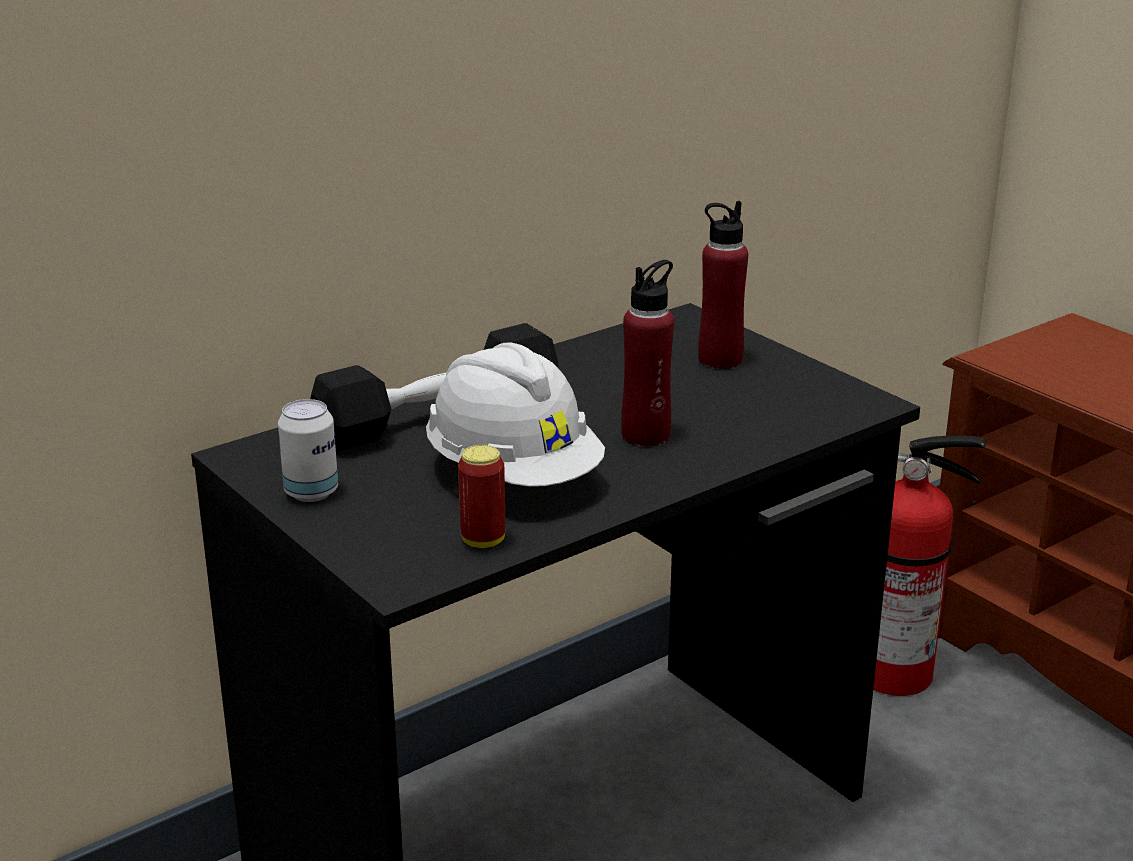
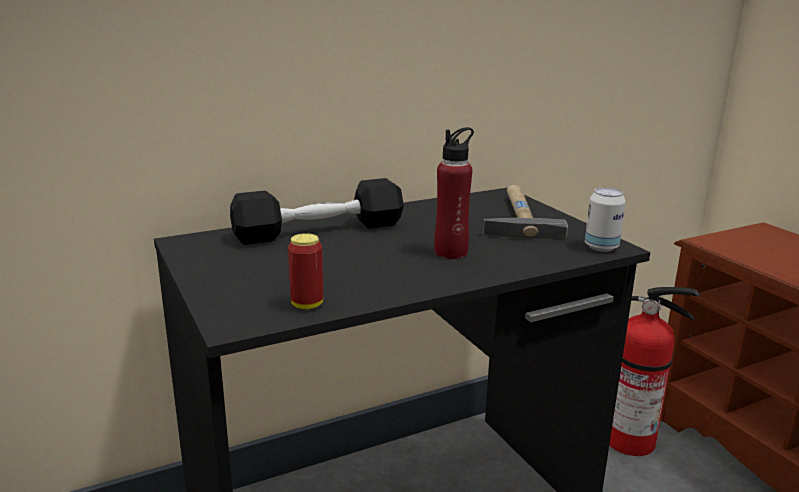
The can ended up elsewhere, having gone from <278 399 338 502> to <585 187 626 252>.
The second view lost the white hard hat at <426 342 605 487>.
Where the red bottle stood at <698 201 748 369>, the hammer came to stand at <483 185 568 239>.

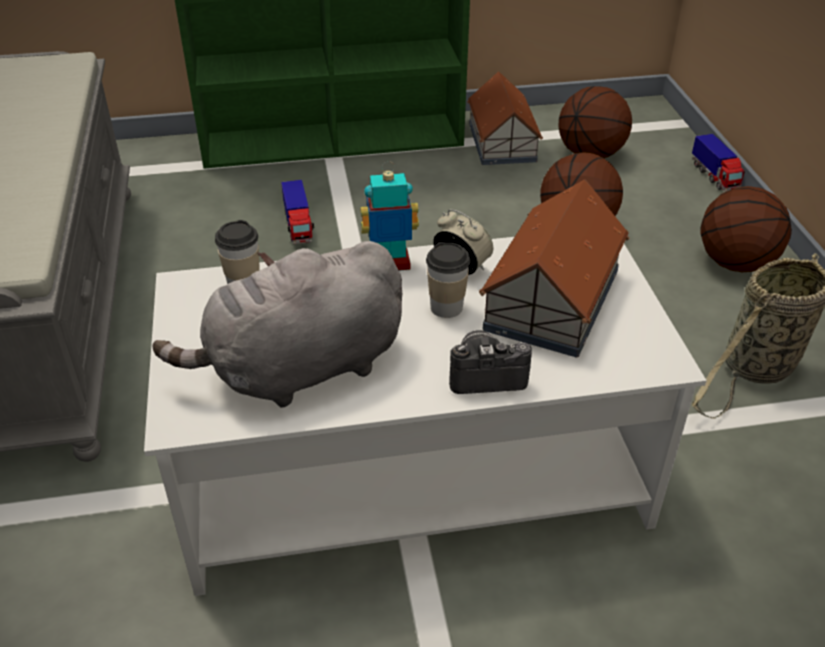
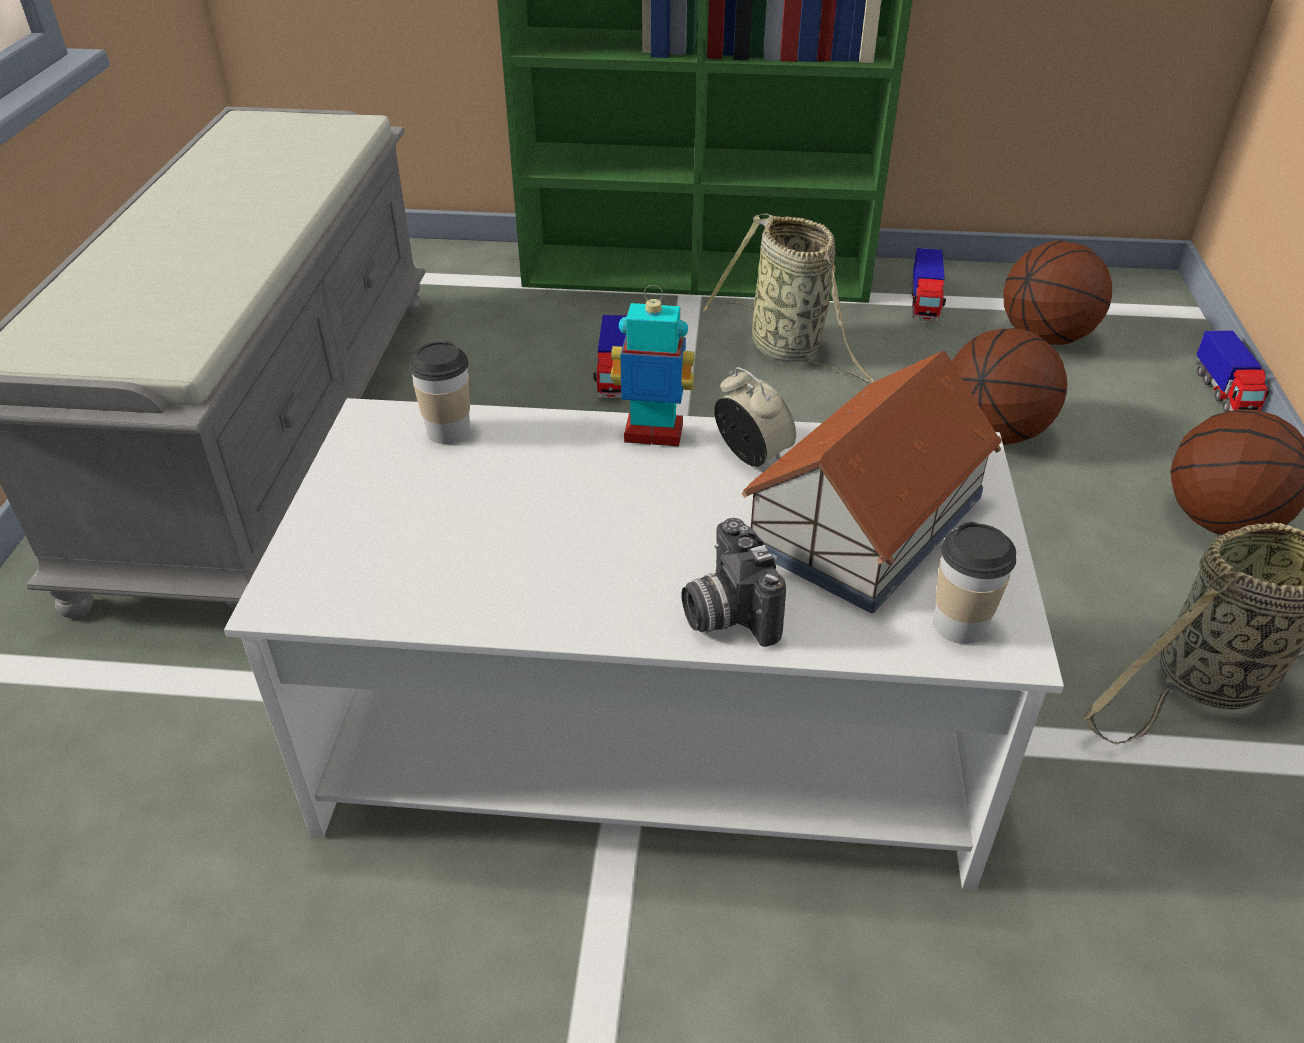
The second view lost the grey plush toy at <152 241 402 408>.
The cup ended up elsewhere, having gone from <426 242 470 318> to <933 522 1016 644>.
The photo camera at <449 330 532 394> ended up facing another way, 120 degrees counterclockwise from before.
Where the toy house stood at <467 71 543 165>, the toy truck came to stand at <911 248 946 321>.
The second view gained the basket at <703 213 875 383>.

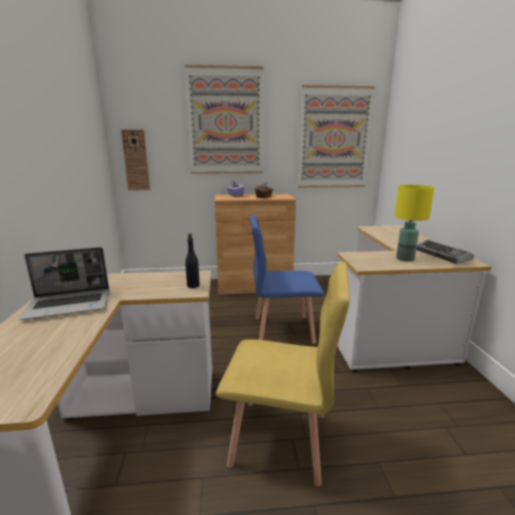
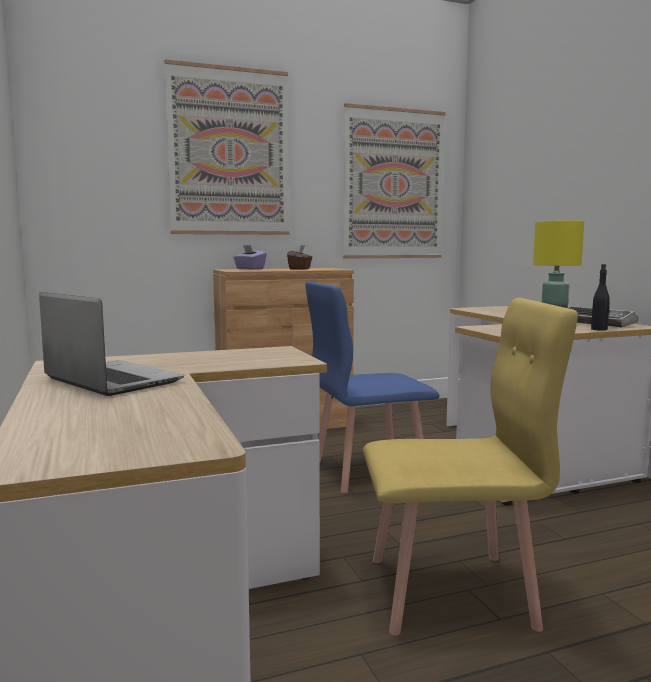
The laptop at <19 247 109 320> ended up facing another way, 105 degrees counterclockwise from before.
The second view lost the wall clock at <121 129 150 190>.
The black bottle ended up elsewhere, having gone from <185 234 200 288> to <591 264 610 331>.

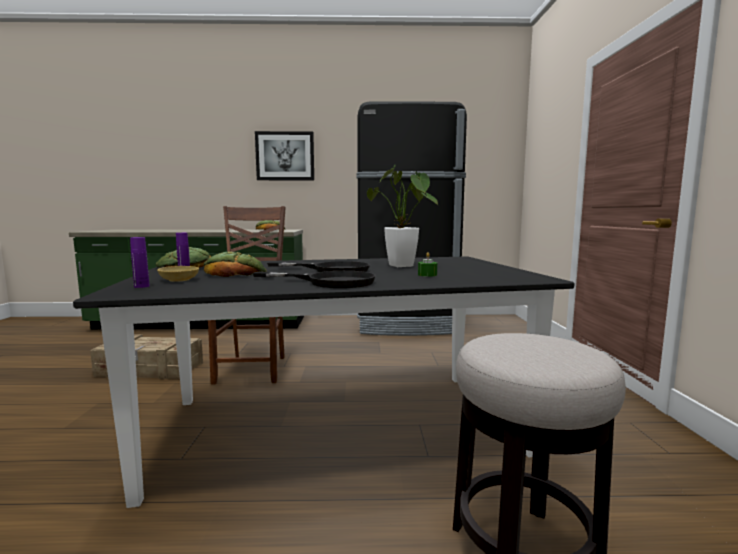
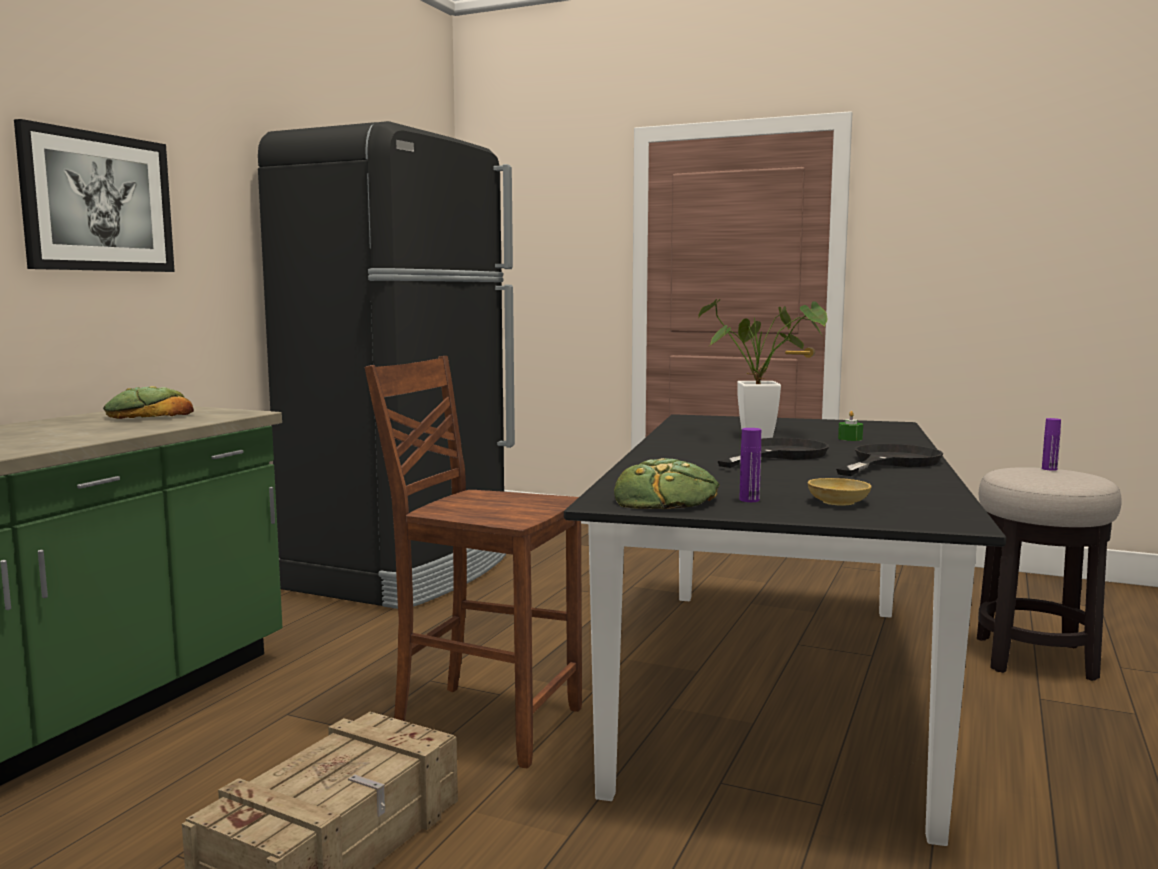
The purple bottle ended up elsewhere, having gone from <130 237 149 288> to <1042 418 1061 471>.
The second view lost the bread at <204 252 267 277>.

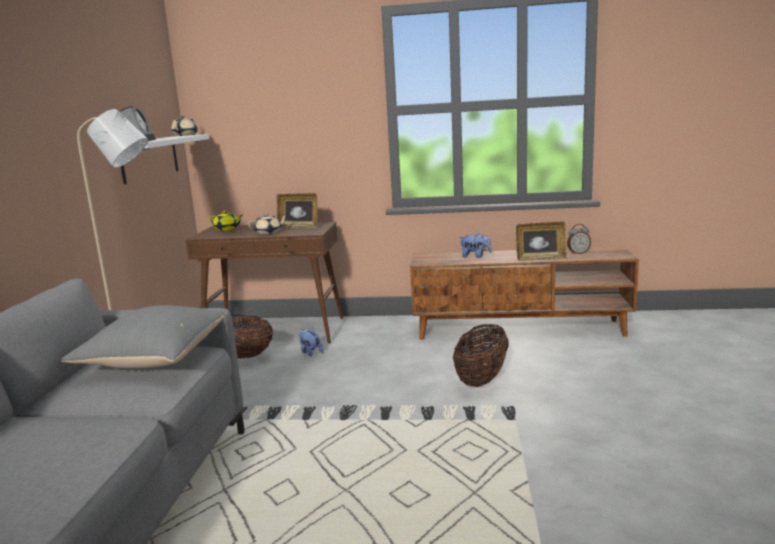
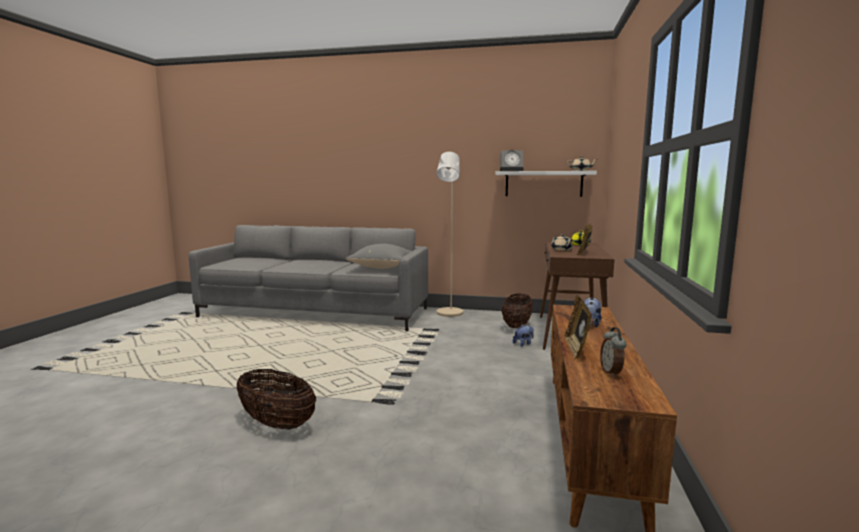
The basket ended up elsewhere, having gone from <453 324 509 387> to <236 369 316 429>.

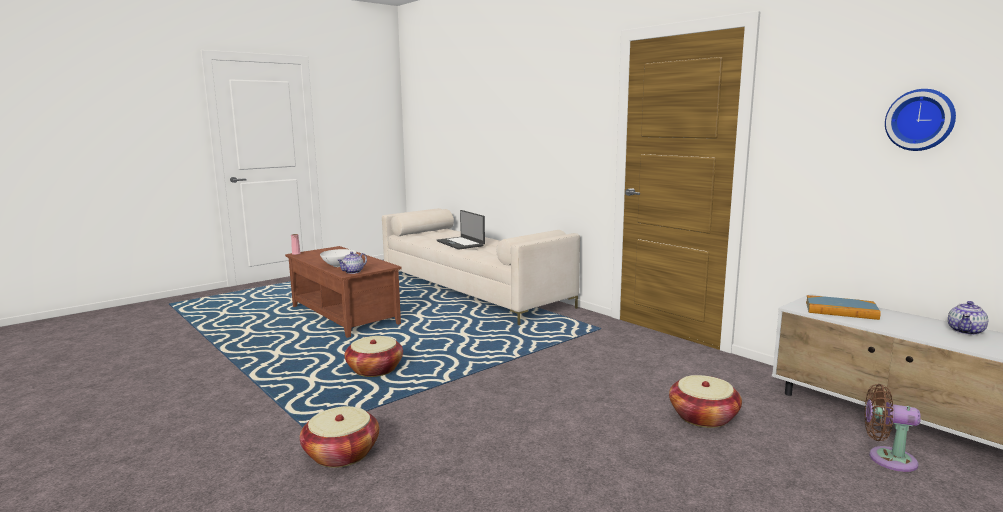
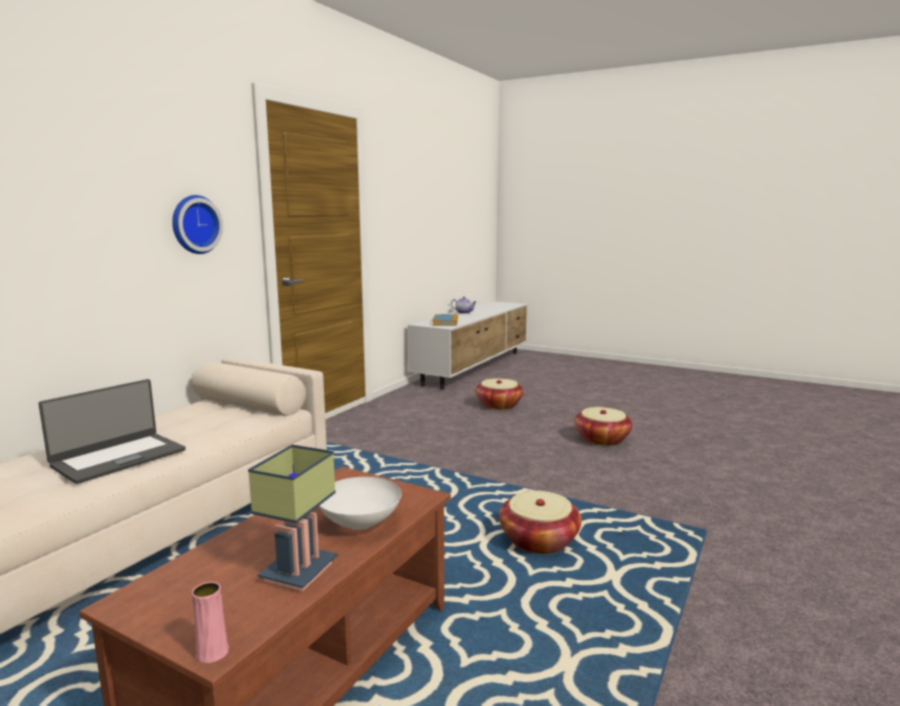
The basket ended up elsewhere, having gone from <300 406 379 468> to <574 407 632 446>.
The second view lost the teapot at <337 252 367 274>.
The second view lost the brown fan at <865 384 921 472>.
The wall clock ended up elsewhere, having gone from <885 89 956 151> to <172 195 223 254>.
The second view gained the table lamp at <248 445 338 591>.

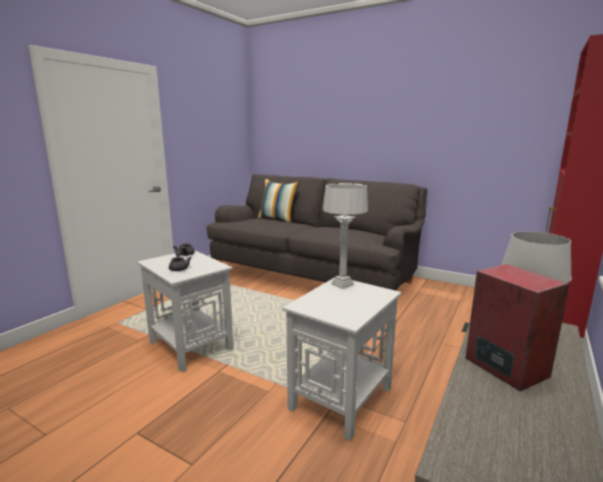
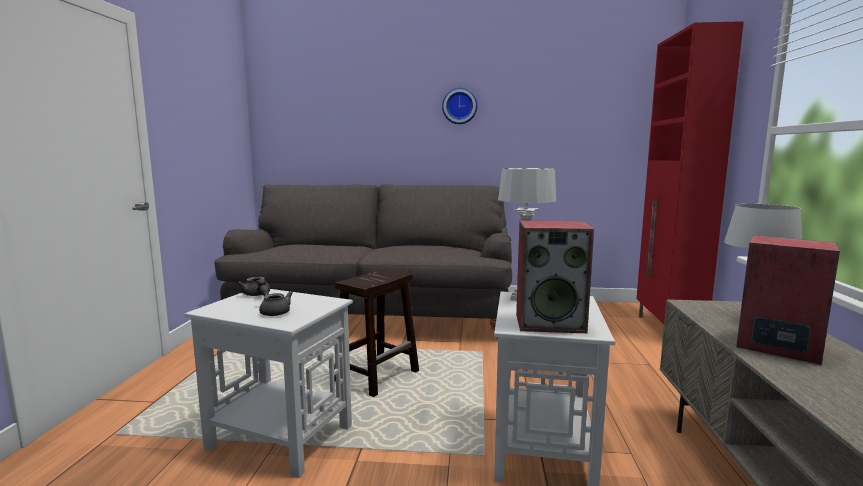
The second view lost the pillow at <258 179 299 223>.
The second view gained the brown stool at <334 269 419 397>.
The second view gained the wall clock at <442 88 477 124>.
The second view gained the speaker at <516 221 594 333>.

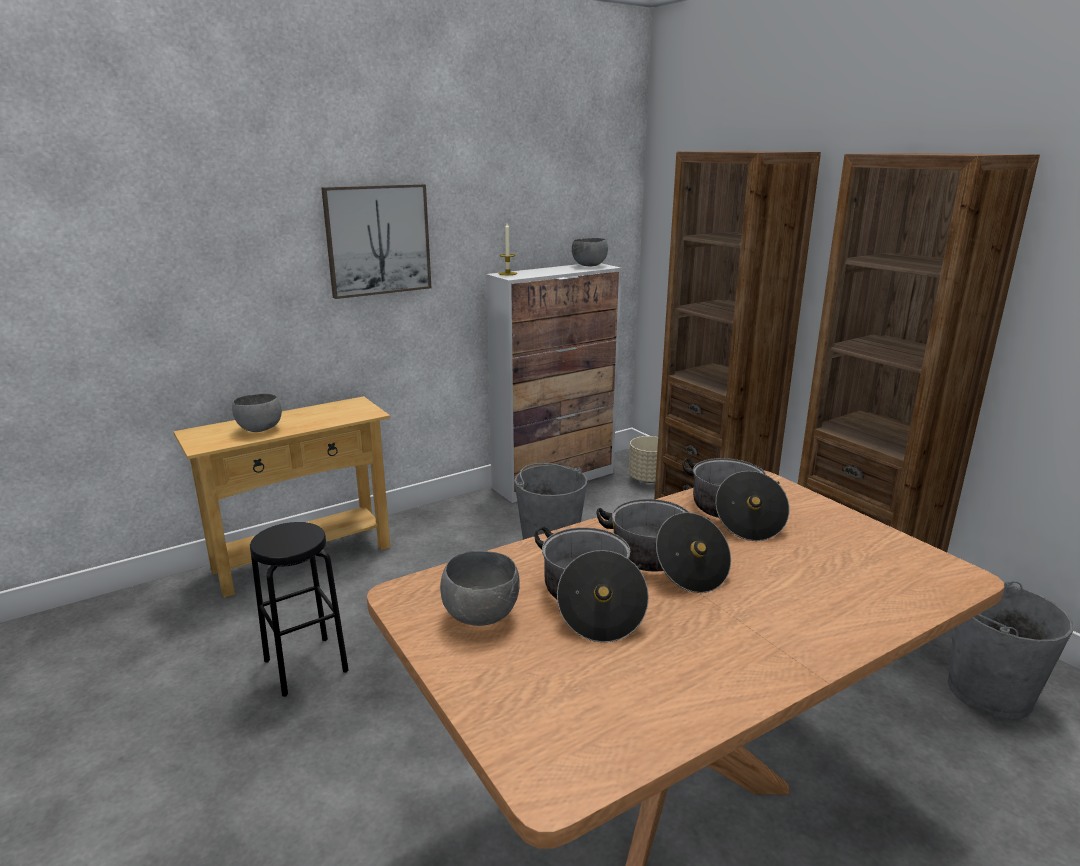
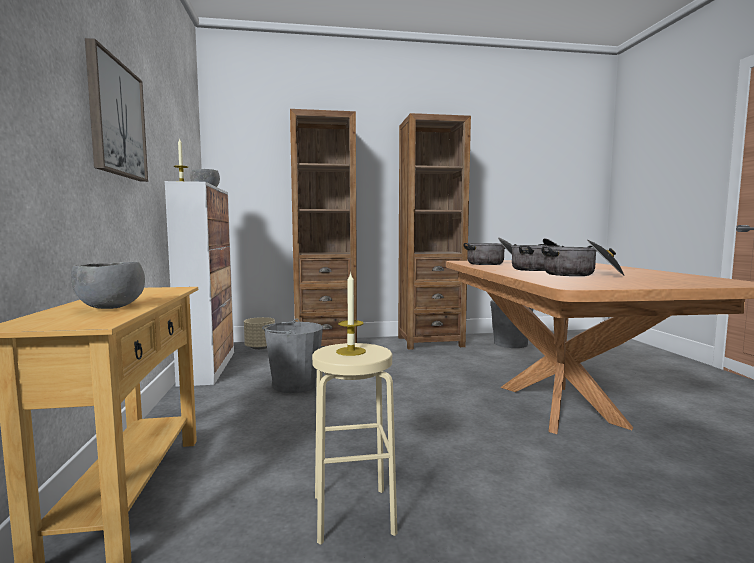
What was the black stool at <250 522 349 697> turned into the beige stool at <312 343 397 545>.
The second view lost the grey bowl at <440 551 519 626>.
The second view gained the candle at <336 272 366 356>.

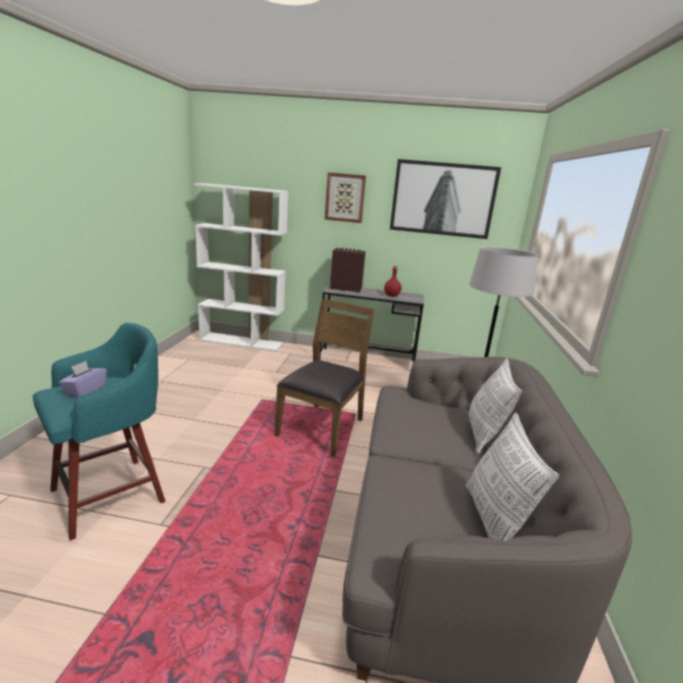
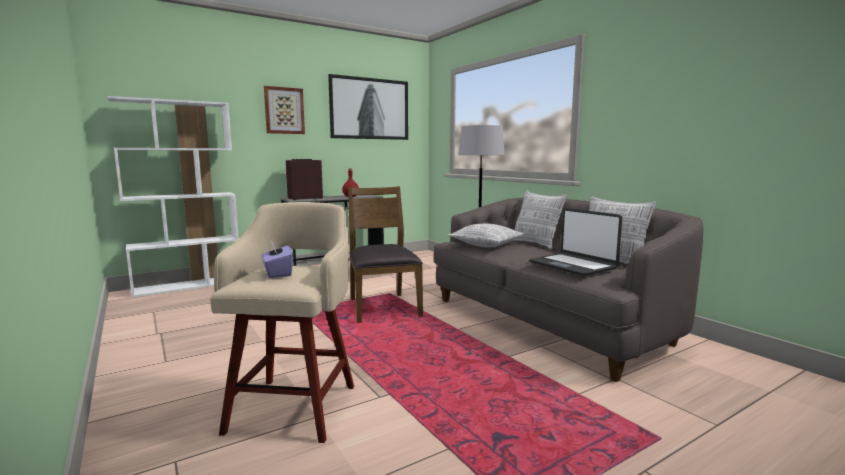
What was the turquoise stool at <33 323 165 541> turned into the beige stool at <210 202 354 443>.
The second view gained the pillow at <447 224 525 247>.
The second view gained the laptop at <529 208 622 276>.

